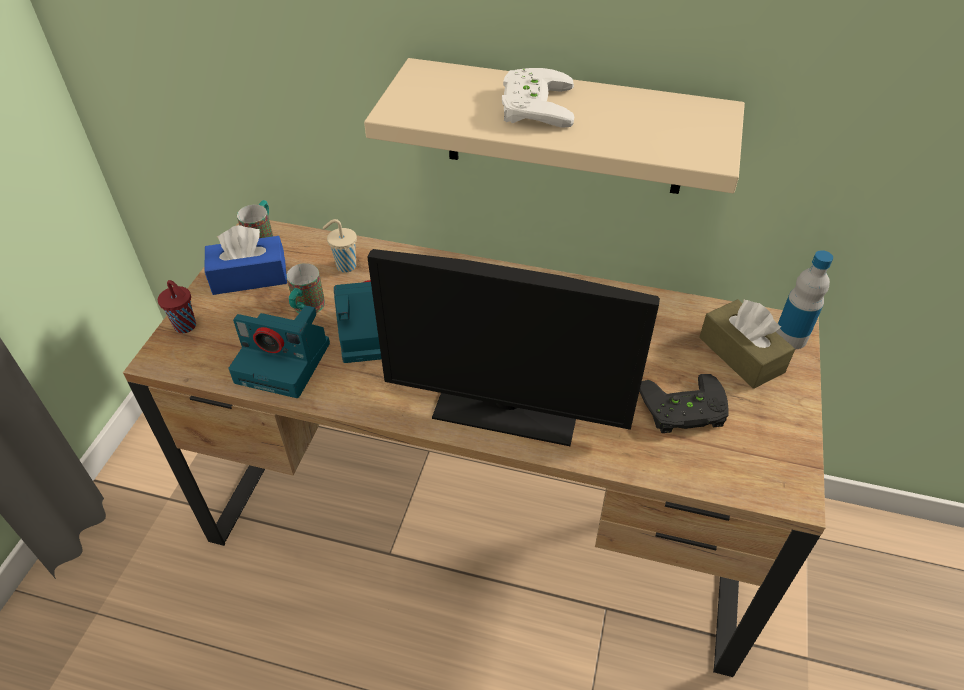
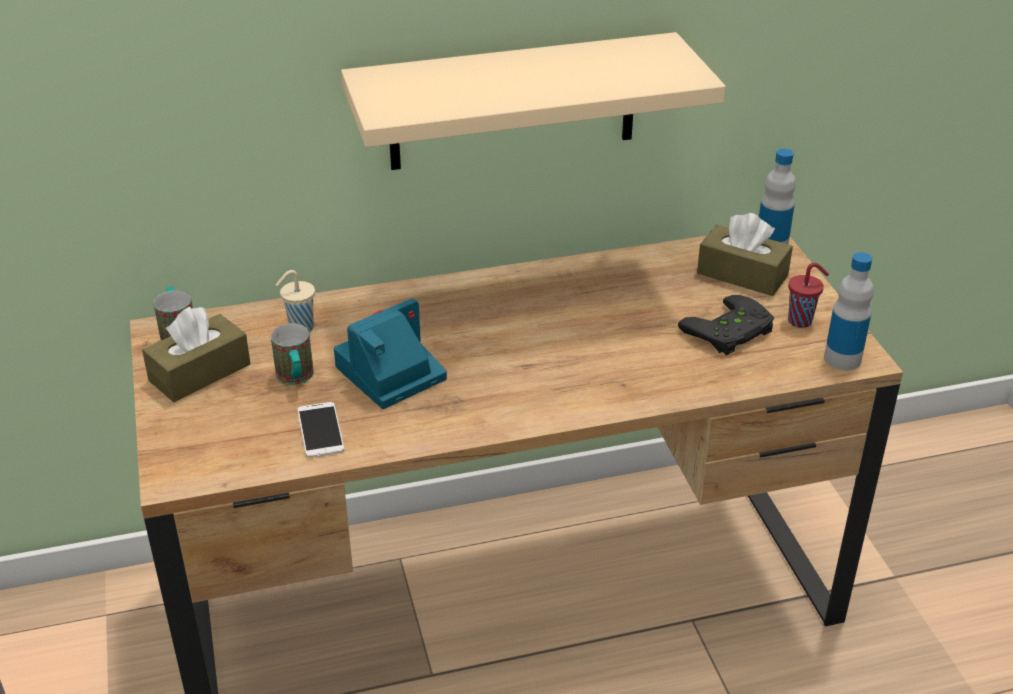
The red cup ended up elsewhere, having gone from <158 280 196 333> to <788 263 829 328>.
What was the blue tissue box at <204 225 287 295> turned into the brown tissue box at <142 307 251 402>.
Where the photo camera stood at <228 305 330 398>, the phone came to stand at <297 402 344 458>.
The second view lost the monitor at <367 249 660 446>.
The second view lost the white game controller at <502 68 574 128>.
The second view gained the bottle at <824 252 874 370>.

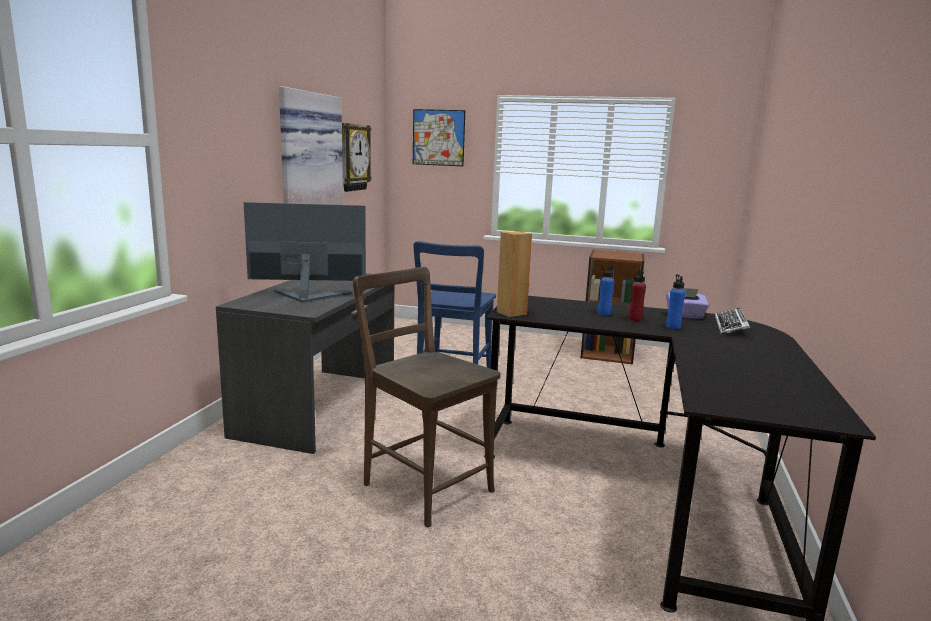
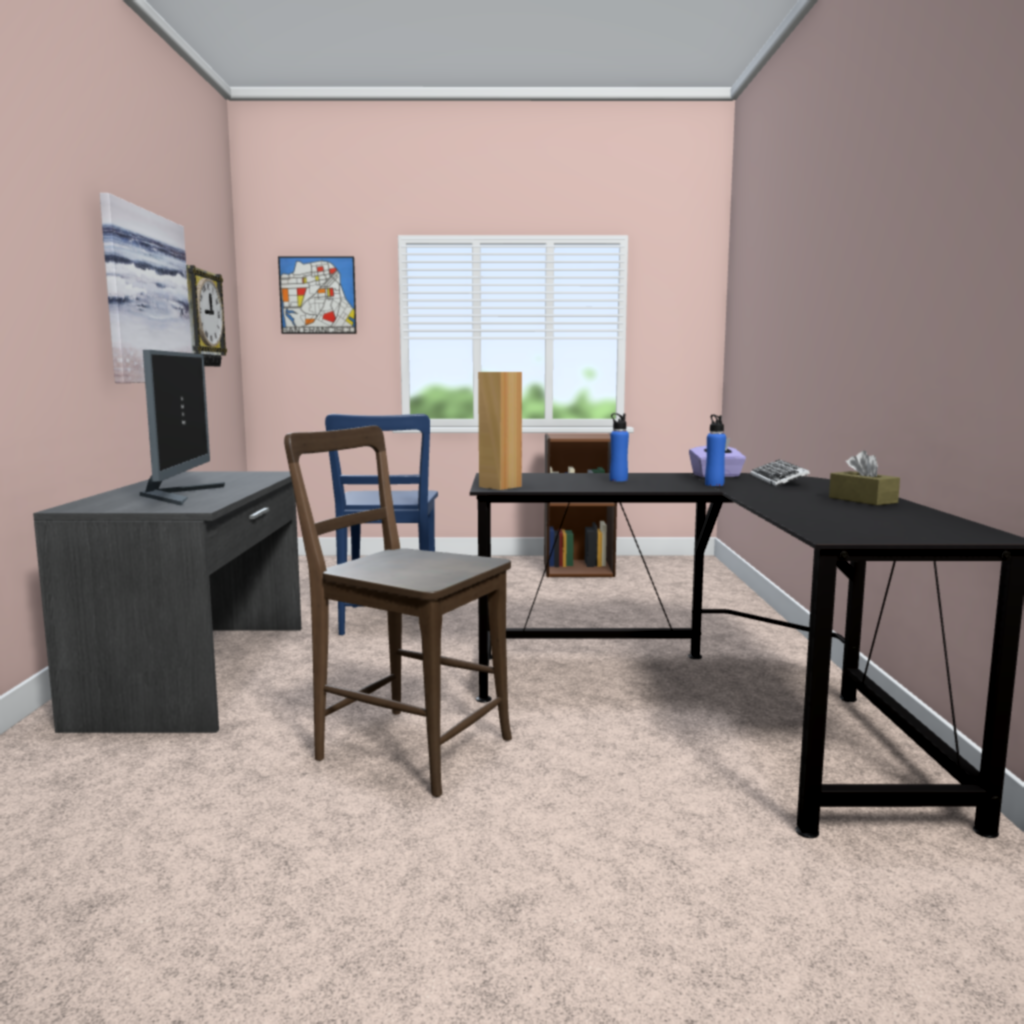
The monitor at <244 202 366 303> ended up facing another way, 105 degrees clockwise from before.
The second view lost the red bottle at <628 269 646 322>.
The second view gained the brown tissue box at <829 451 900 506>.

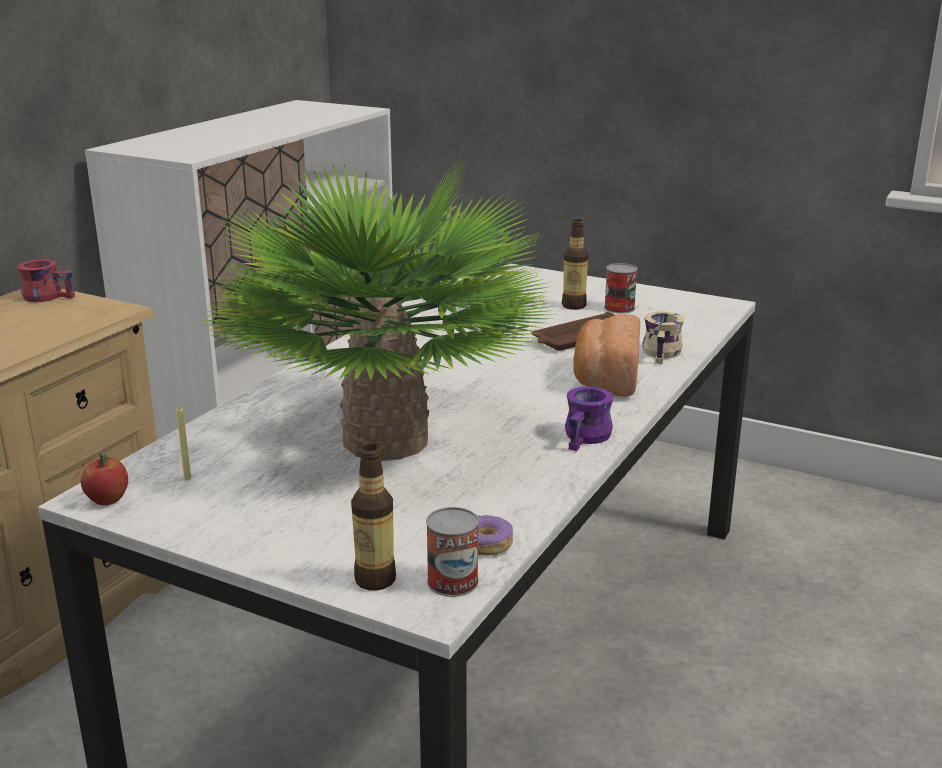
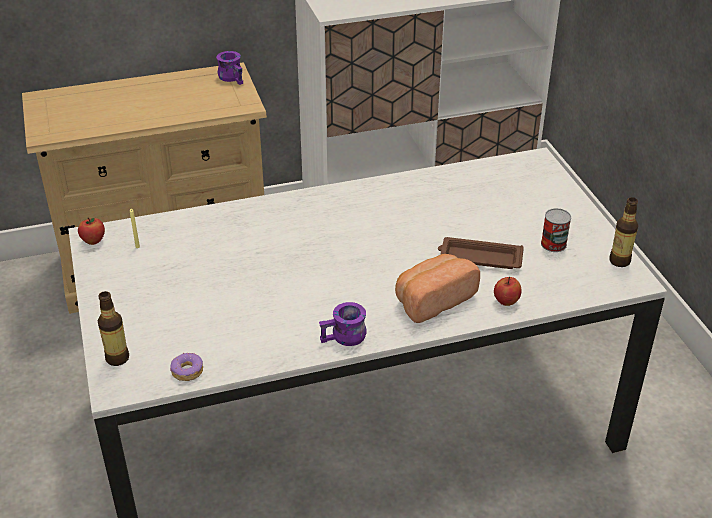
What was the red mug at <17 259 75 302> turned into the purple mug at <216 51 243 85>.
The second view lost the potted plant at <199 159 556 461>.
The second view lost the can at <426 507 479 597>.
The bottle ended up elsewhere, having gone from <562 219 588 310> to <609 197 638 267>.
Where the beige mug stood at <642 312 684 364>, the apple came to stand at <494 277 522 306>.

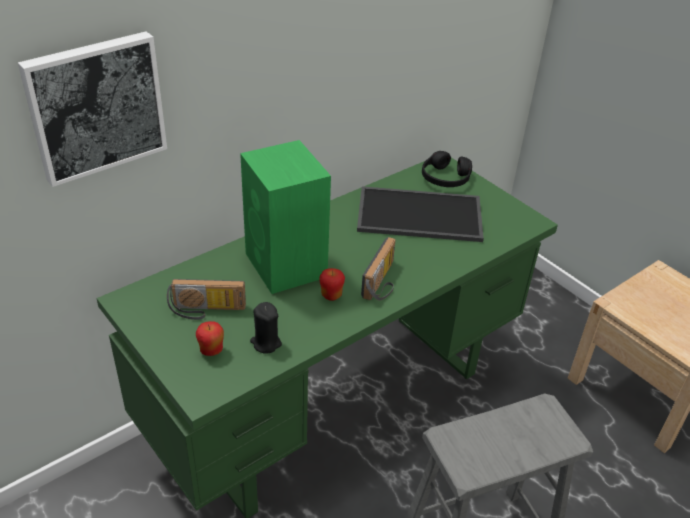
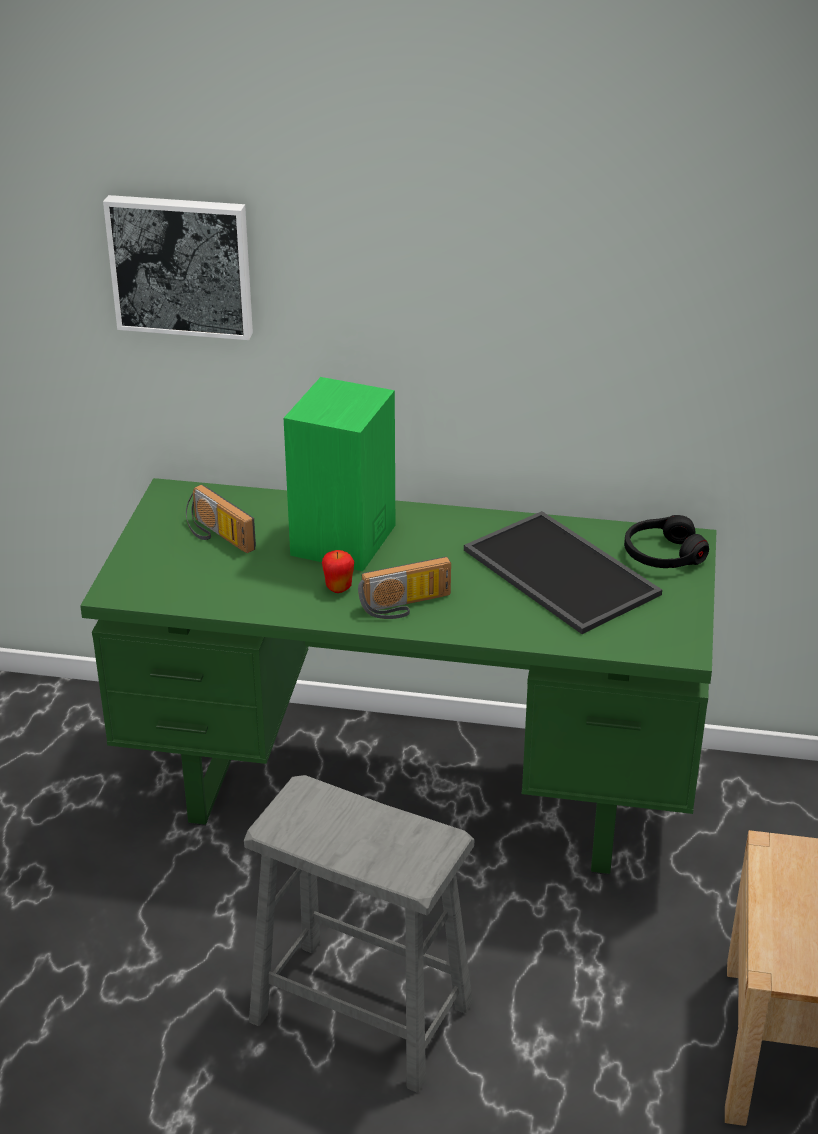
The second view lost the apple at <196 321 224 356>.
The second view lost the black candle at <250 302 282 354>.

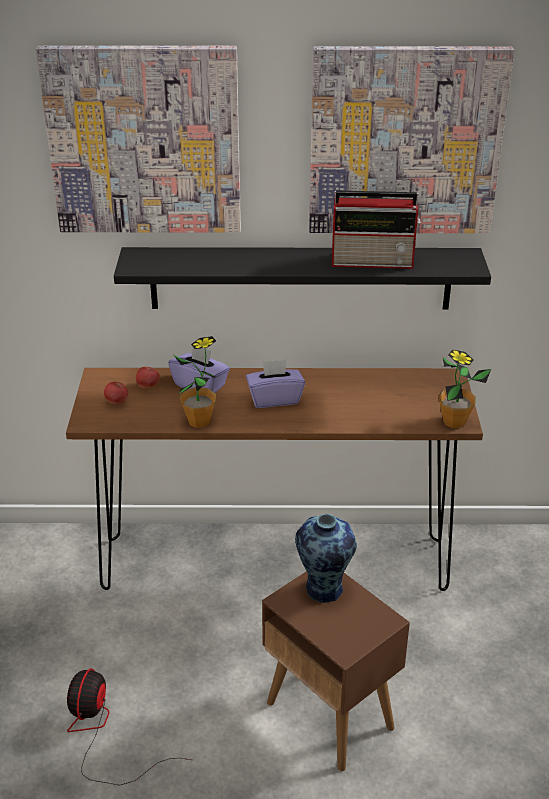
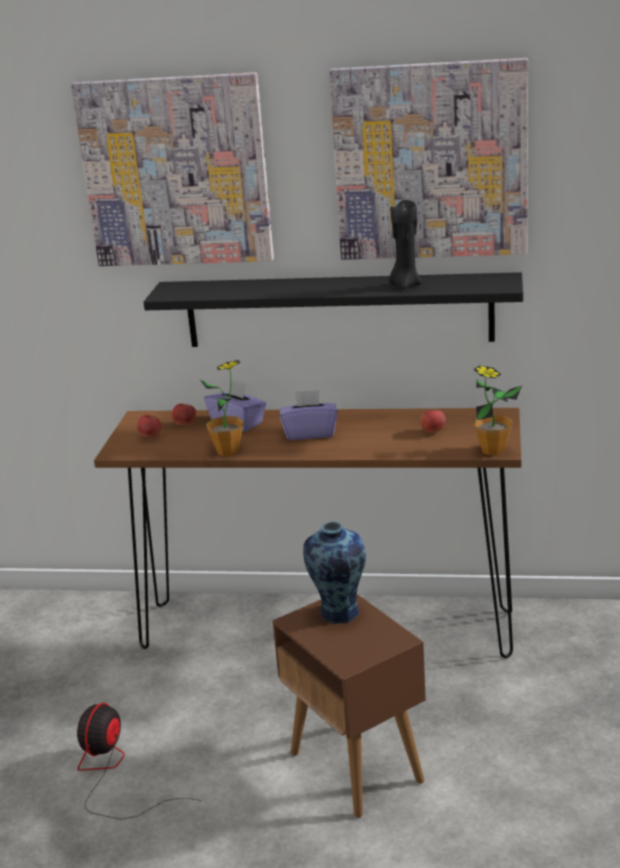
Where the radio stood at <332 191 421 269>, the black candle came to stand at <389 200 421 288>.
The second view gained the apple at <420 410 446 434>.

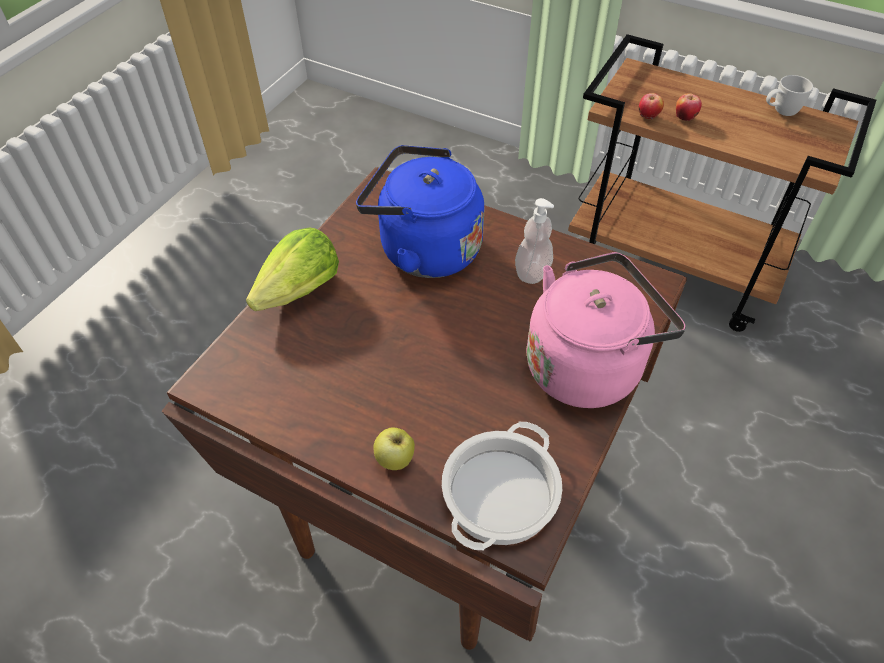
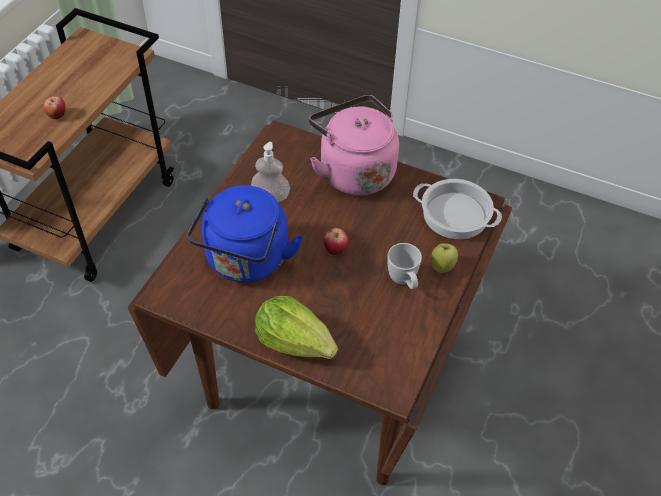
The apple ended up elsewhere, having gone from <639 93 664 119> to <324 228 349 255>.
The white mug ended up elsewhere, having gone from <766 75 813 116> to <387 243 422 289>.

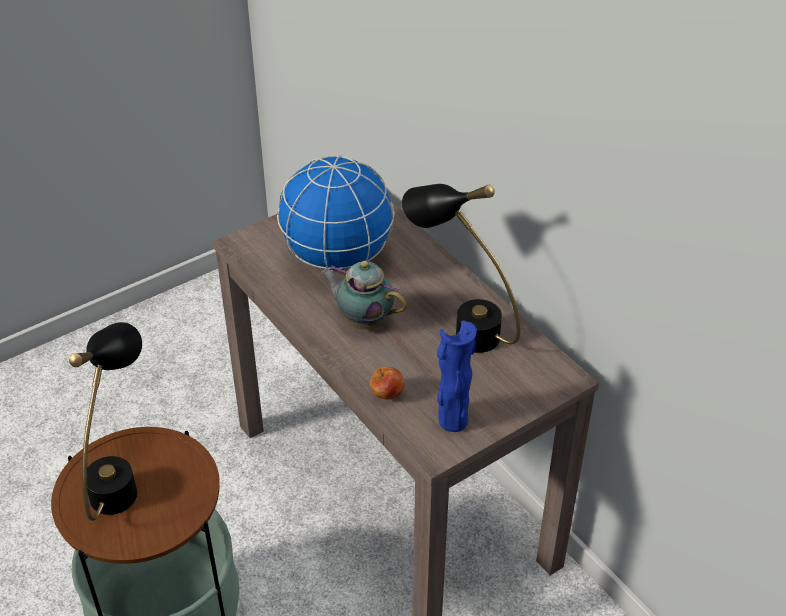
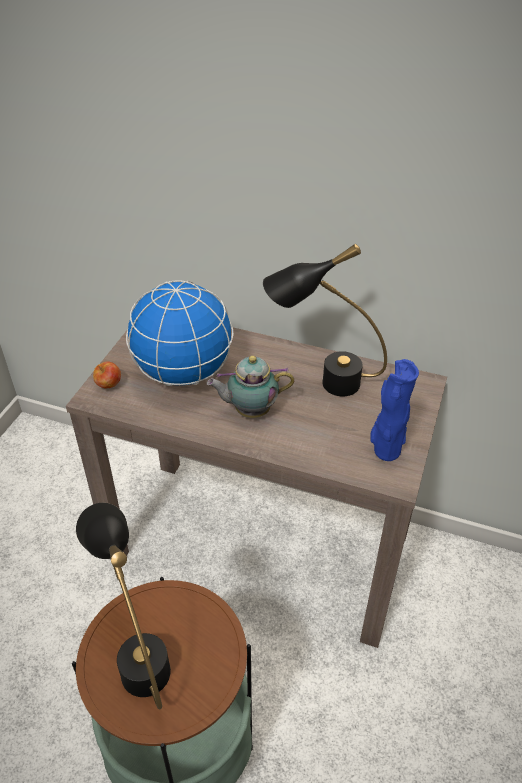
The apple ended up elsewhere, having gone from <370 367 405 400> to <93 361 121 388>.

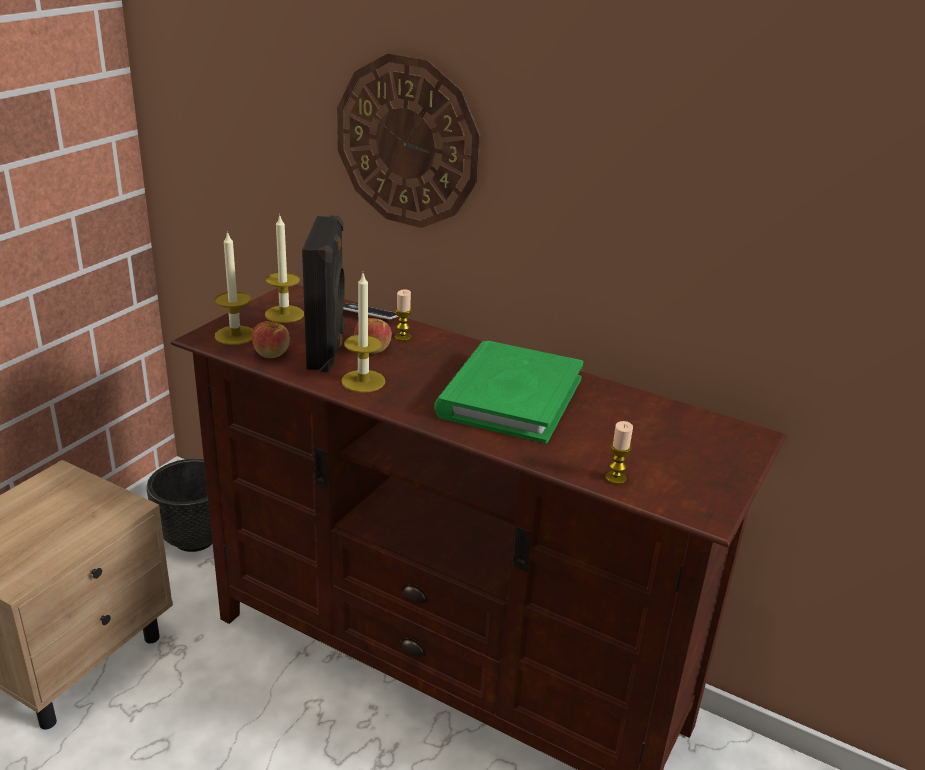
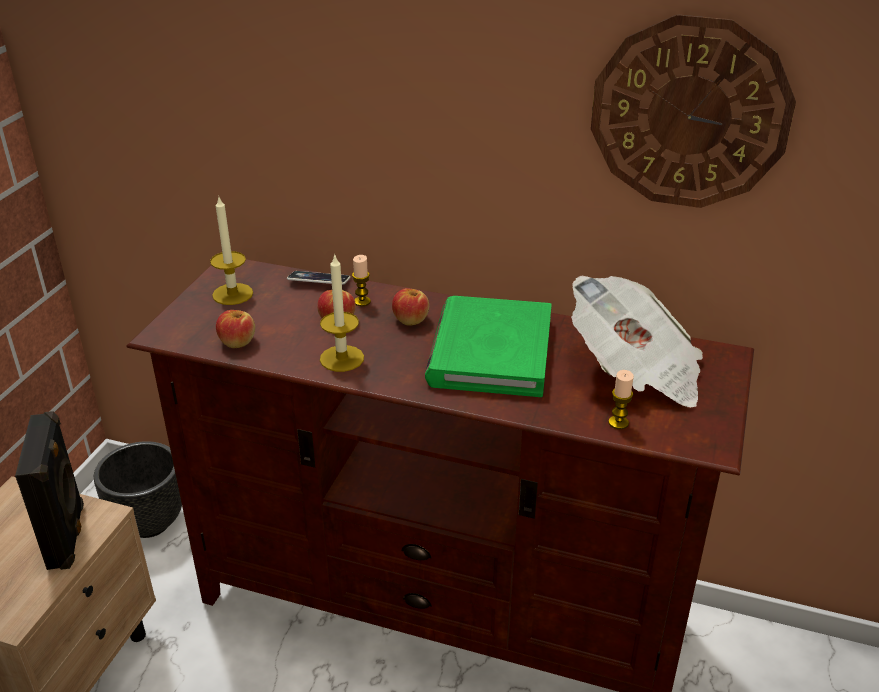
The second view lost the candle at <215 231 254 345>.
The black speaker ended up elsewhere, having gone from <302 215 345 372> to <15 411 84 570>.
The wall clock ended up elsewhere, having gone from <337 53 481 228> to <591 14 796 208>.
The second view gained the apple at <392 288 429 326>.
The second view gained the newspaper at <571 276 703 408>.

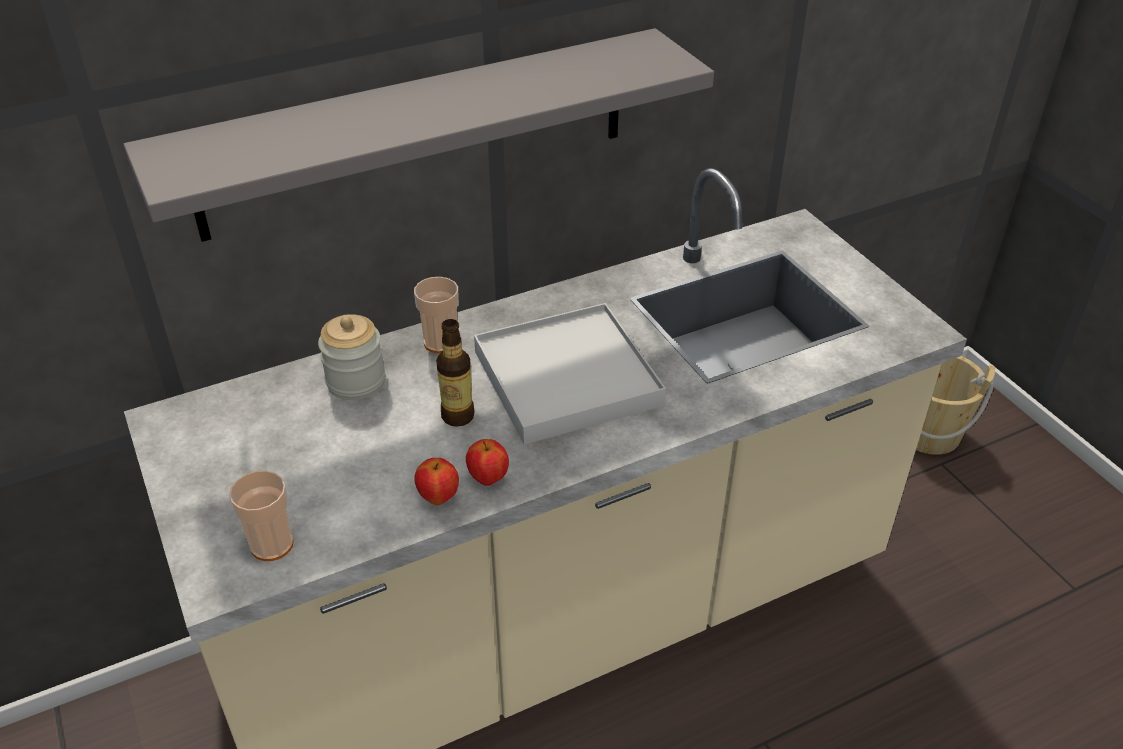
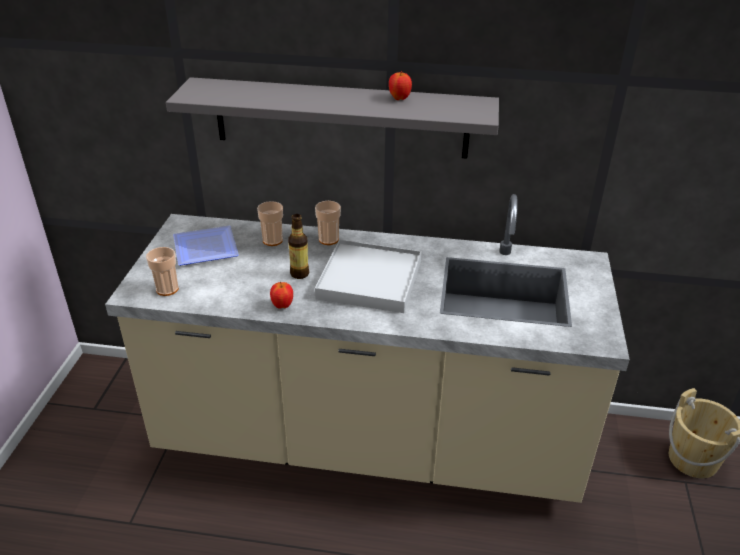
Where the jar stood at <318 314 386 400>, the cup came to stand at <257 201 283 246>.
The apple ended up elsewhere, having gone from <414 458 459 505> to <389 71 412 100>.
The second view gained the plate at <173 225 239 266>.

